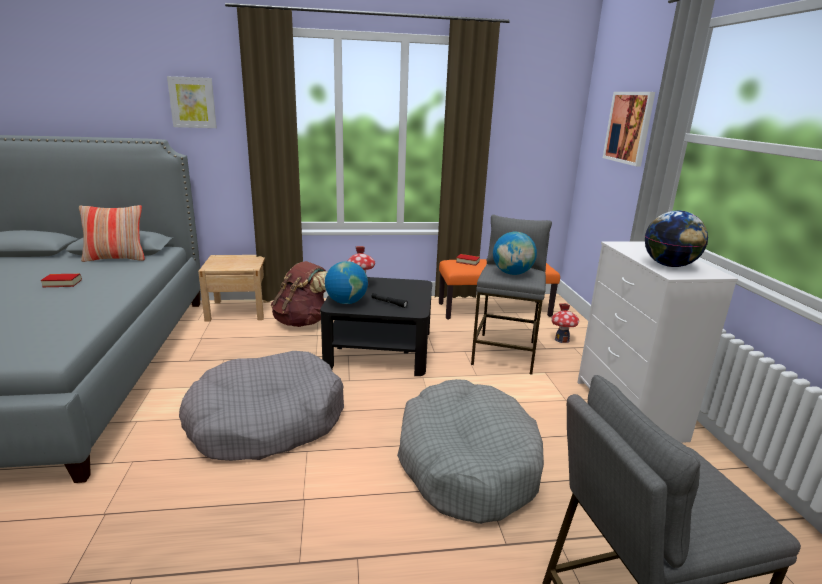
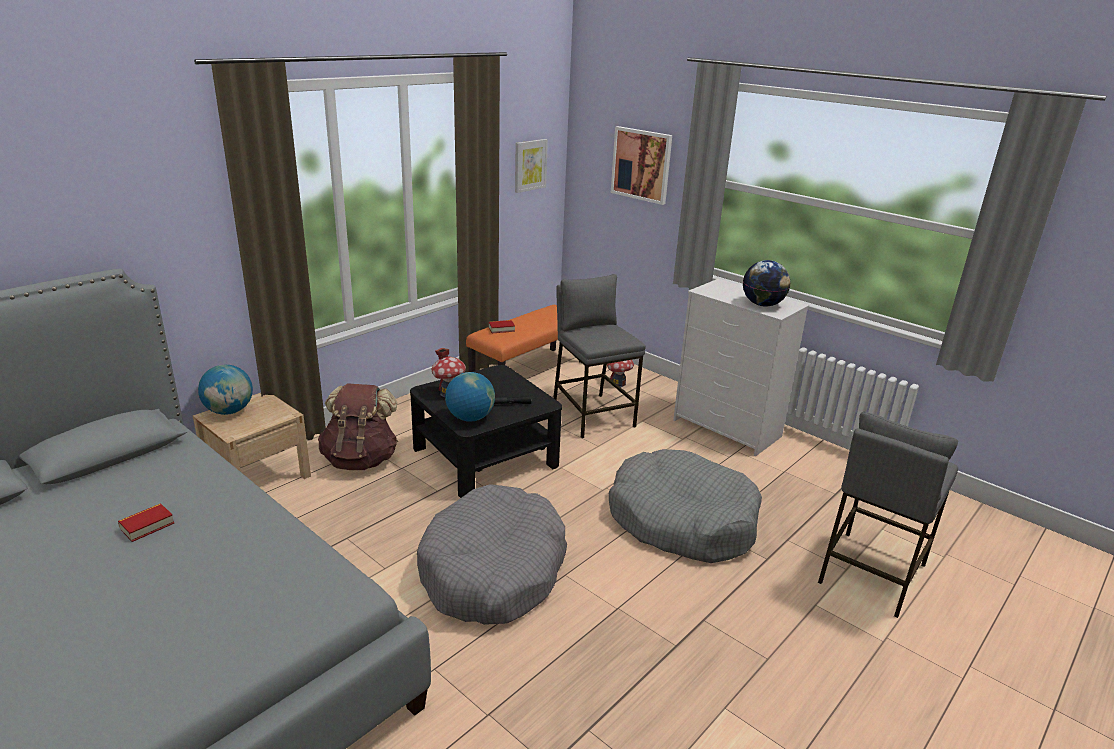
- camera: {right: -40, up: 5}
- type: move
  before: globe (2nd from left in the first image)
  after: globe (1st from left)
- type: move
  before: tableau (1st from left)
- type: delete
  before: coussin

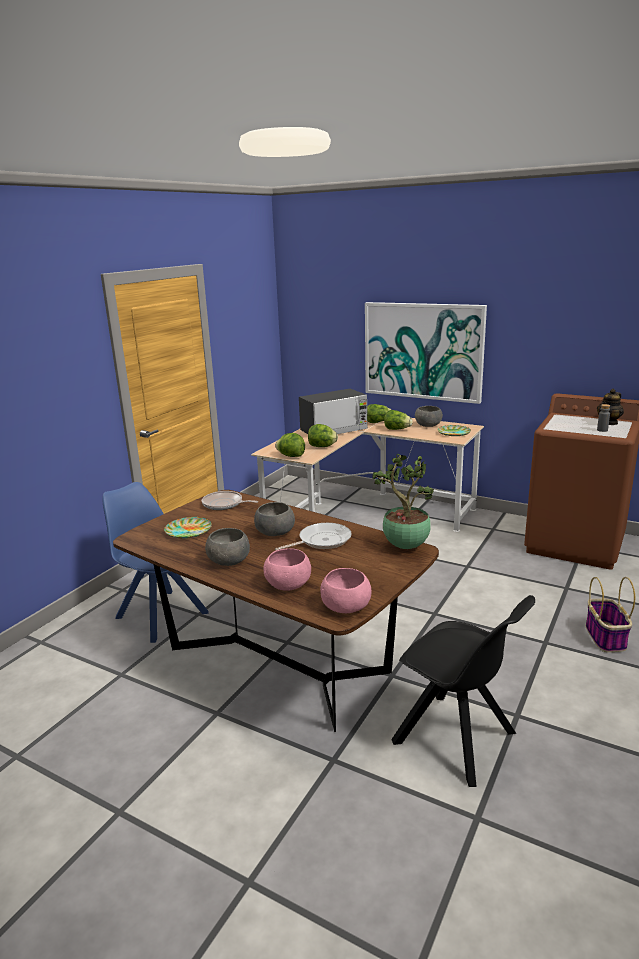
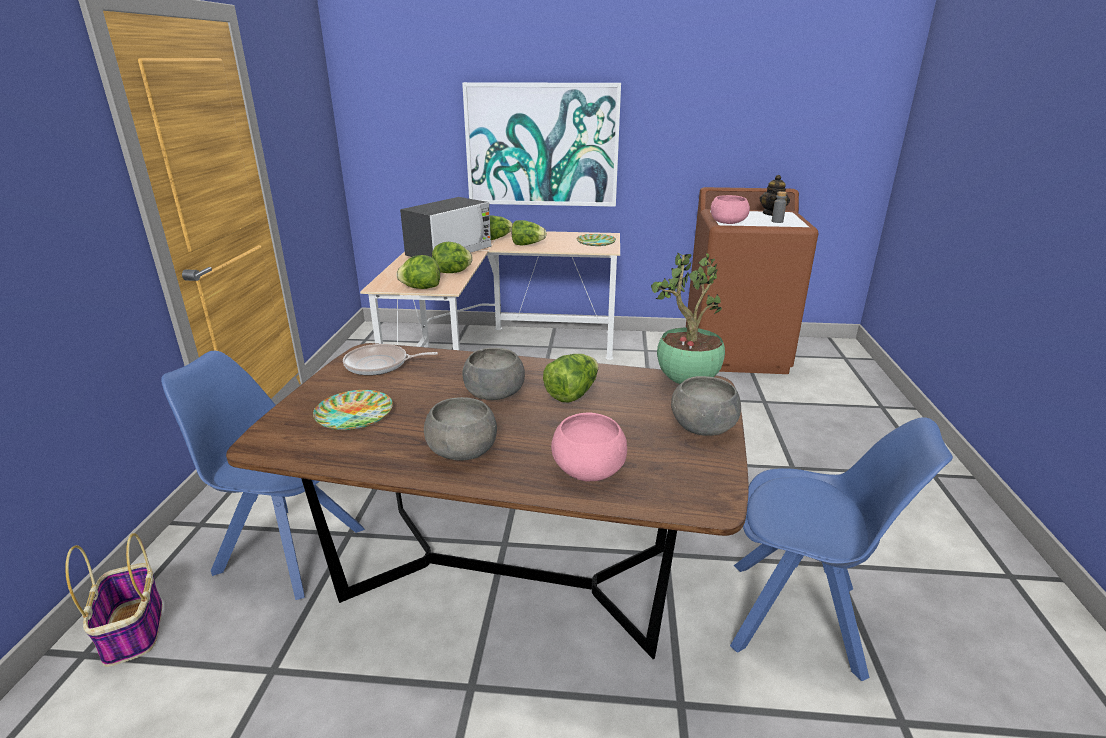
- camera: {right: -25, up: 5}
- type: move
  before: panier
- type: replace
  before: poêle (2nd from left)
  after: laitue (5th from left)
- type: move
  before: bol [gris] (3rd from left)
- type: move
  before: bol [rose] (2nd from left)
- type: recolor
  before: chaise [noir]
  after: chaise [bleu] (2nd from left)

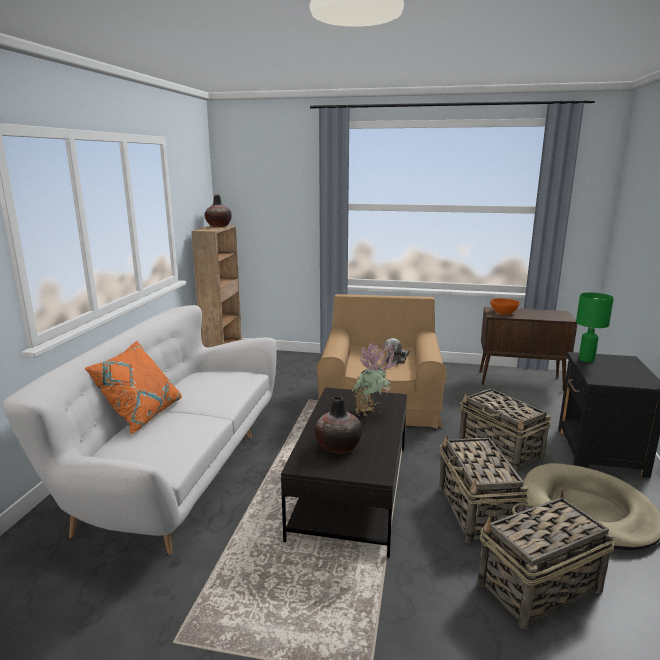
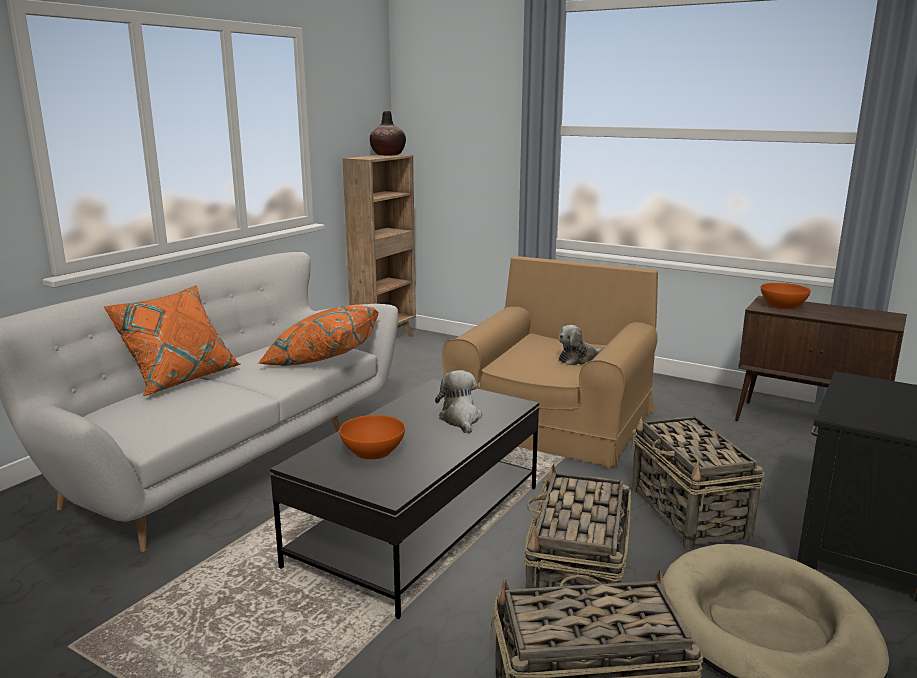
- camera: {right: 20, up: 0}
- type: insert
  after: coussin [orange] (2nd from left)
- type: replace
  before: vase (2nd from left)
  after: bol [orange] (1st from left)
- type: replace
  before: plante en pot
  after: peluche (1st from left)
- type: delete
  before: lampe de table [vert]

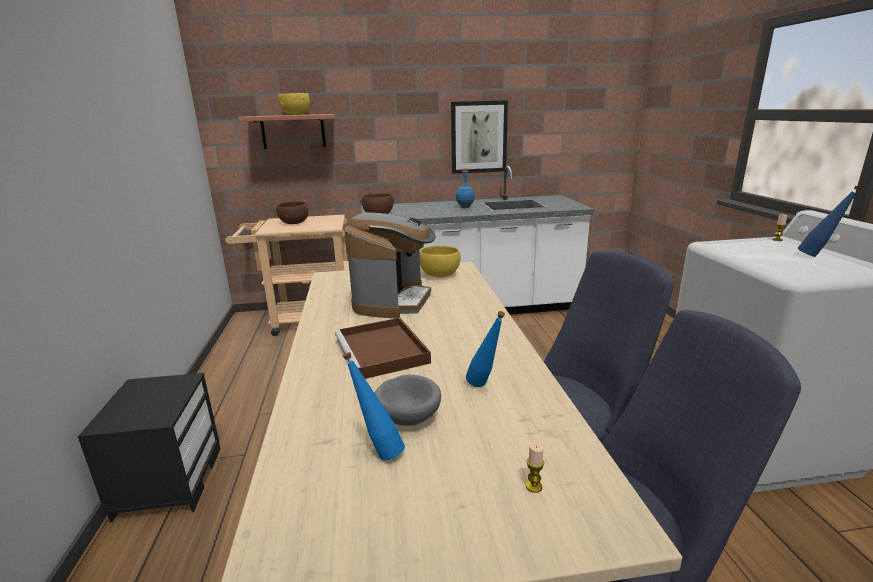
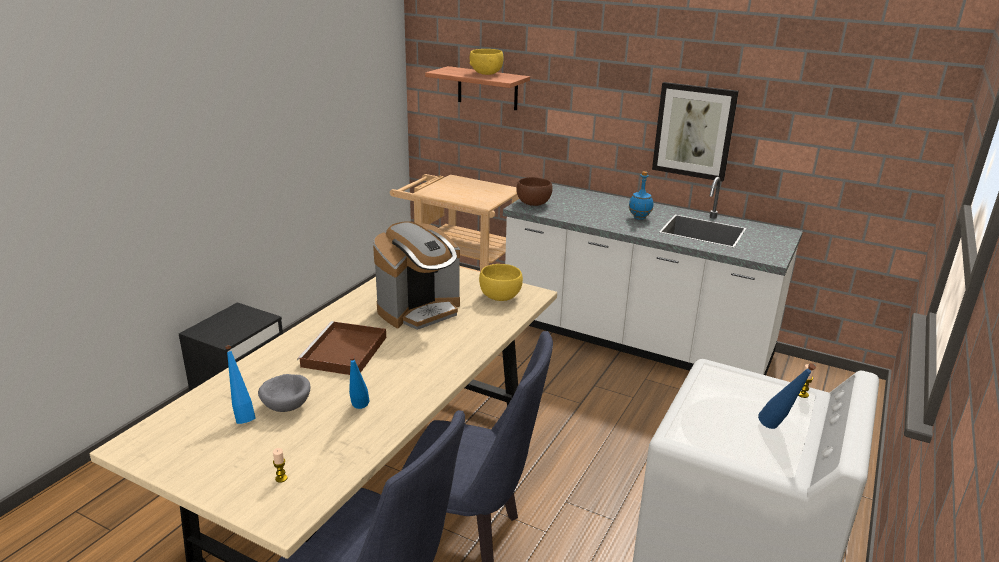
- camera: {right: 35, up: 5}
- type: delete
  before: bol [marron] (1st from left)

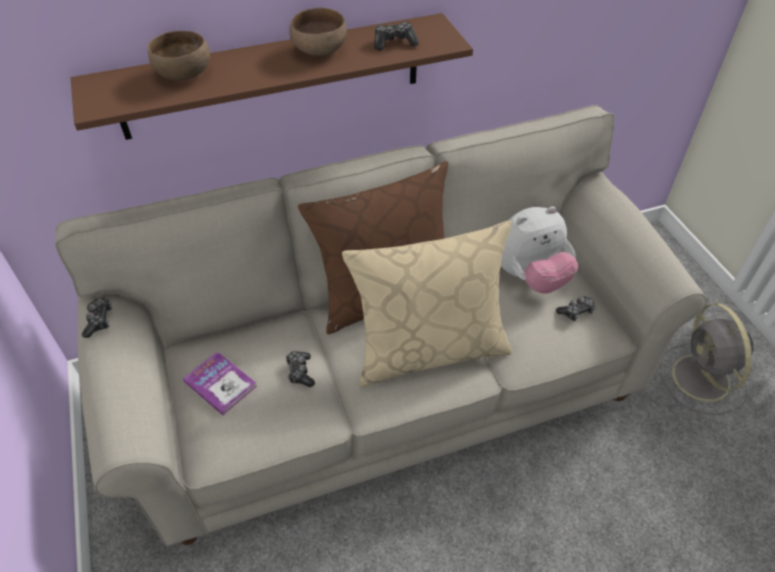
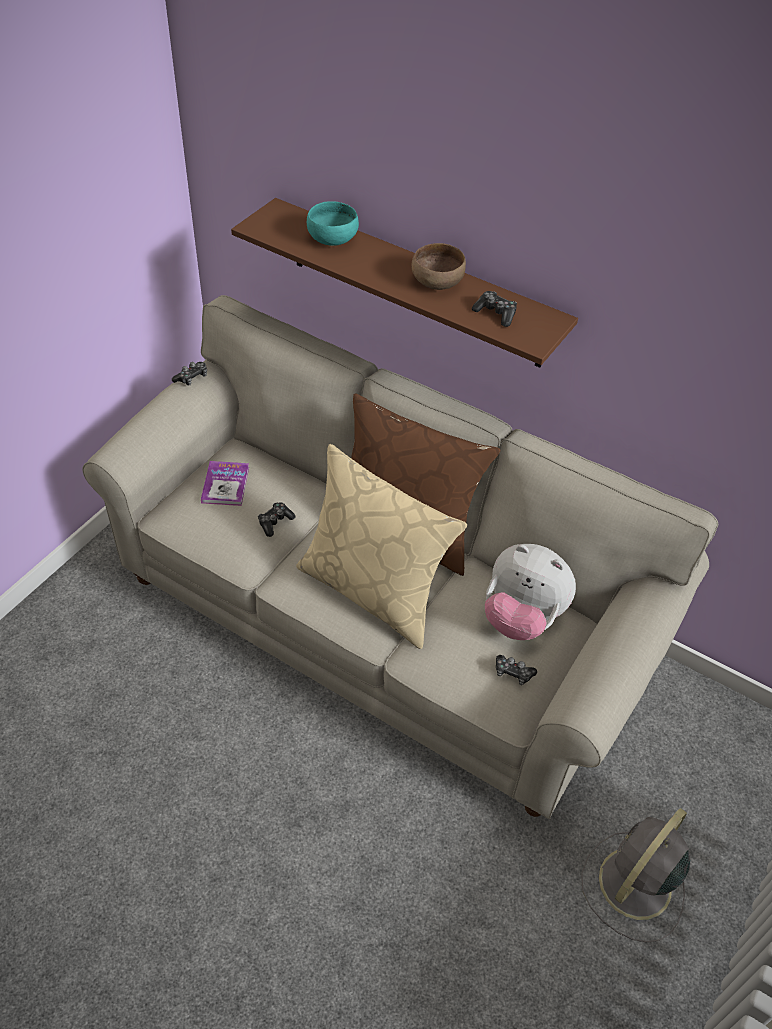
- camera: {right: 50, up: 0}
- type: recolor
  before: bol [marron] (1st from left)
  after: bol [turquoise]

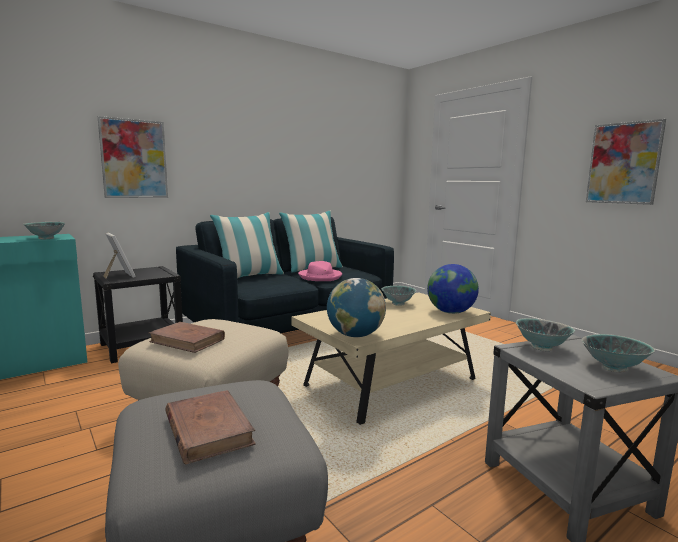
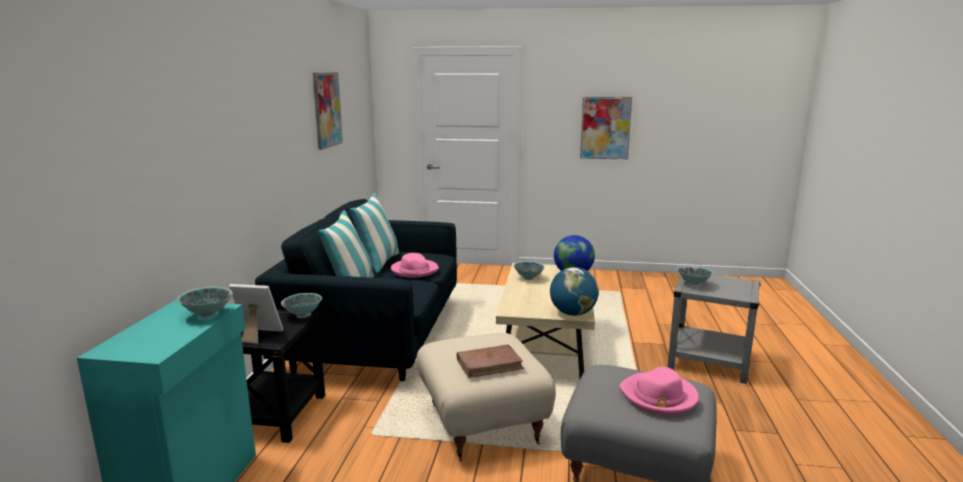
- camera: {right: -45, up: 5}
- type: move
  before: bol (4th from left in the first image)
  after: bol (2nd from left)
- type: move
  before: tableau (1st from left)
- type: replace
  before: livre [marron] (2nd from left)
  after: chapeau [rose] (2nd from left)

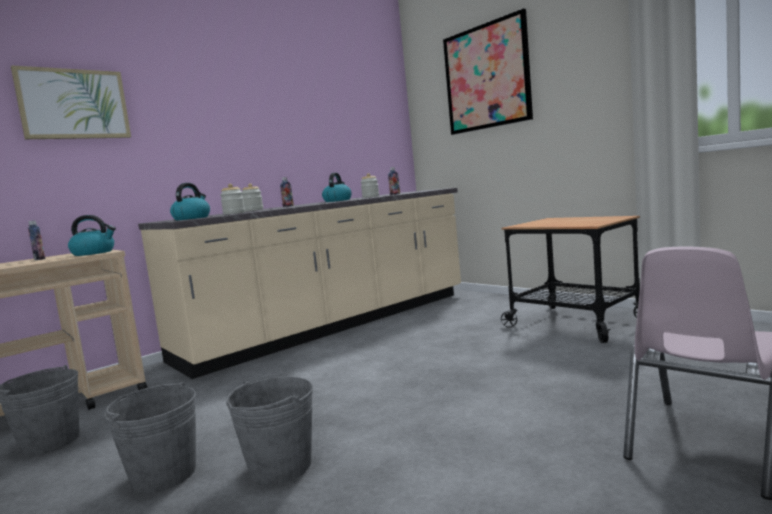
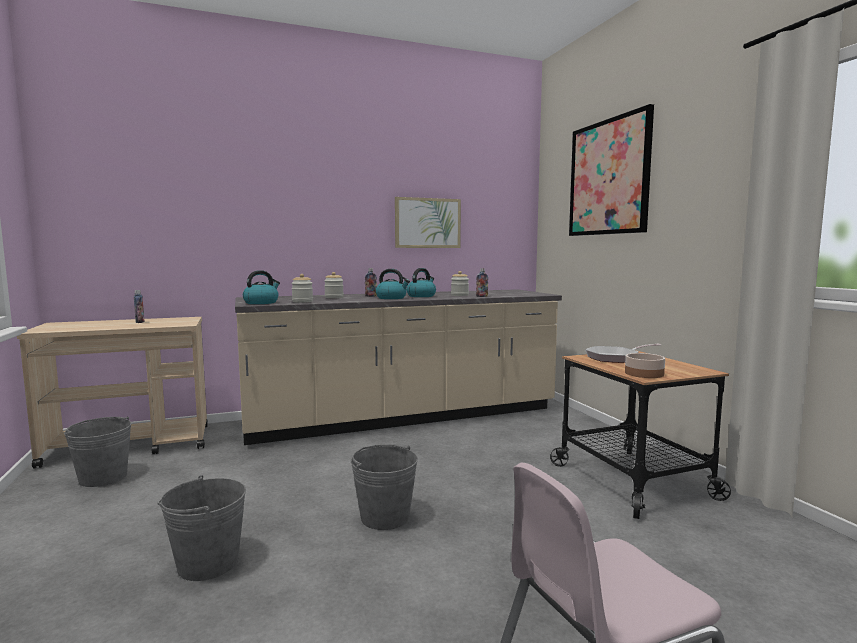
- camera: {right: 20, up: 0}
- type: move
  before: seau [gris] (2nd from left in the first image)
  after: seau [gris] (3rd from left)
- type: move
  before: bouilloire (1st from left in the first image)
  after: bouilloire (2nd from left)
- type: move
  before: tableau (1st from left)
- type: insert
  after: poêle
- type: insert
  after: bol

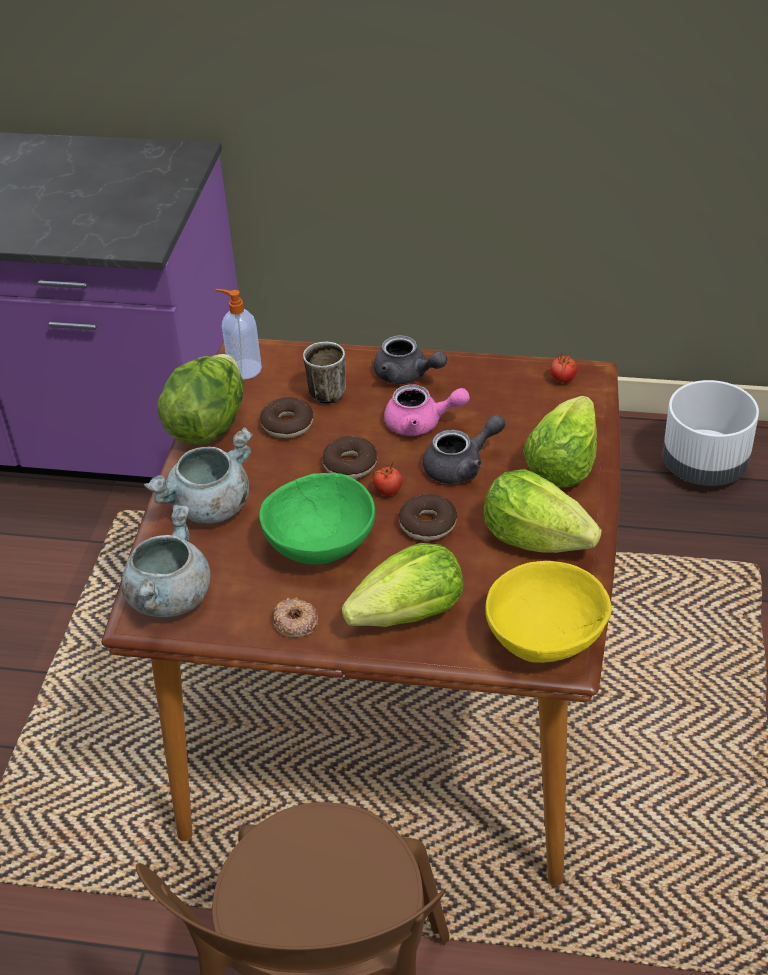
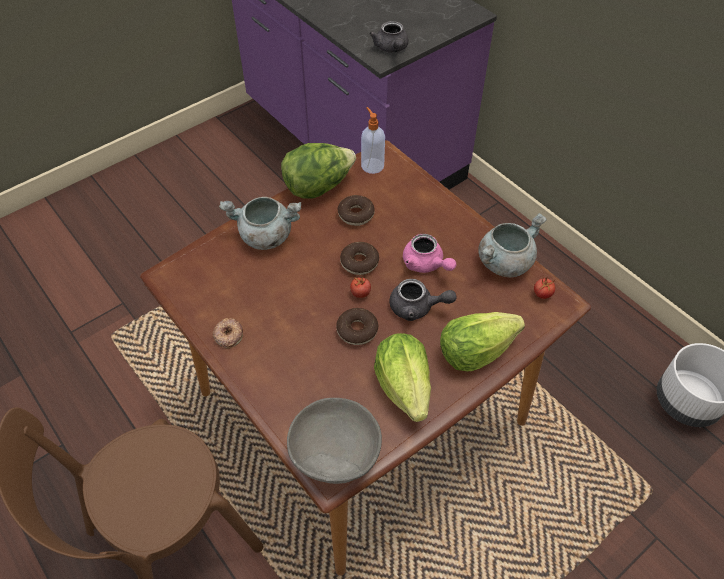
- camera: {right: 40, up: 10}
- type: recolor
  before: bol [jaune]
  after: bol [gris]
- type: move
  before: théière [gris] (1st from left)
- type: move
  before: marmite [gris] (1st from left in the first image)
  after: marmite [gris] (2nd from left)
- type: delete
  before: bol [vert]
- type: delete
  before: mug
- type: delete
  before: laitue (2nd from left)

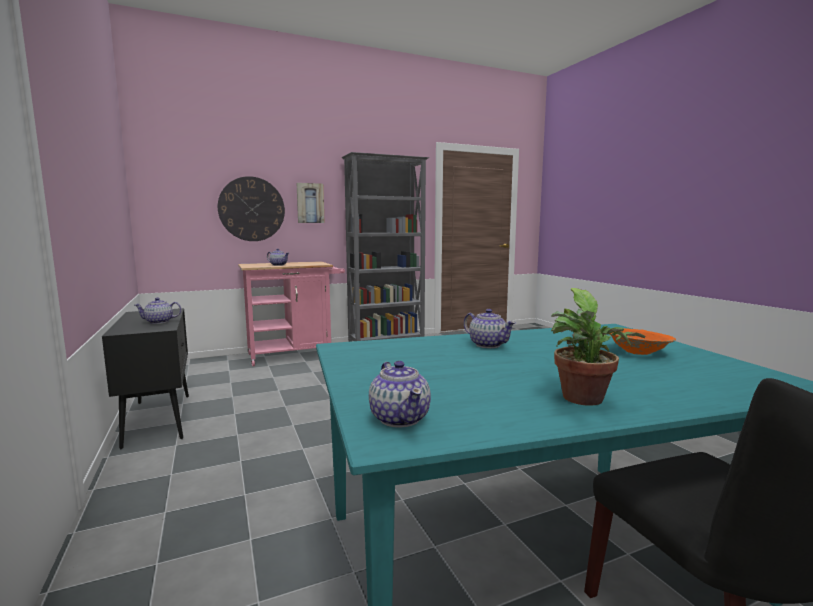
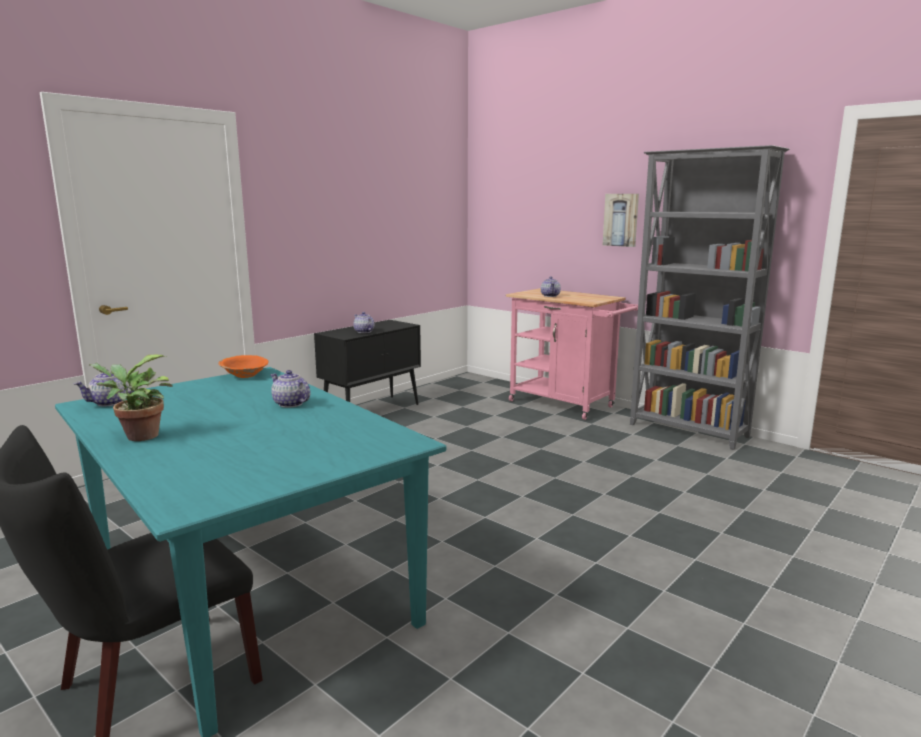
- camera: {right: 65, up: 5}
- type: move
  before: bol [orange]
- type: rotate
  before: théière (4th from left in the first image)
  turn: 105
- type: delete
  before: horloge murale

